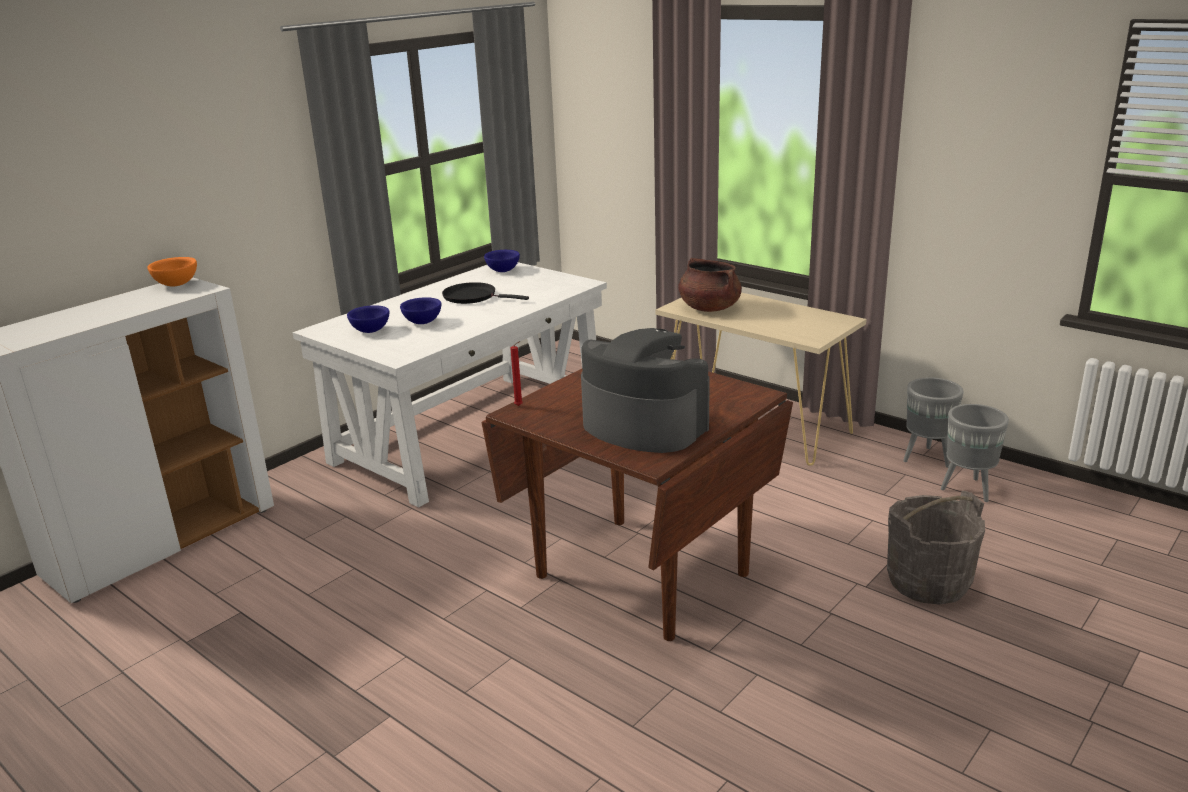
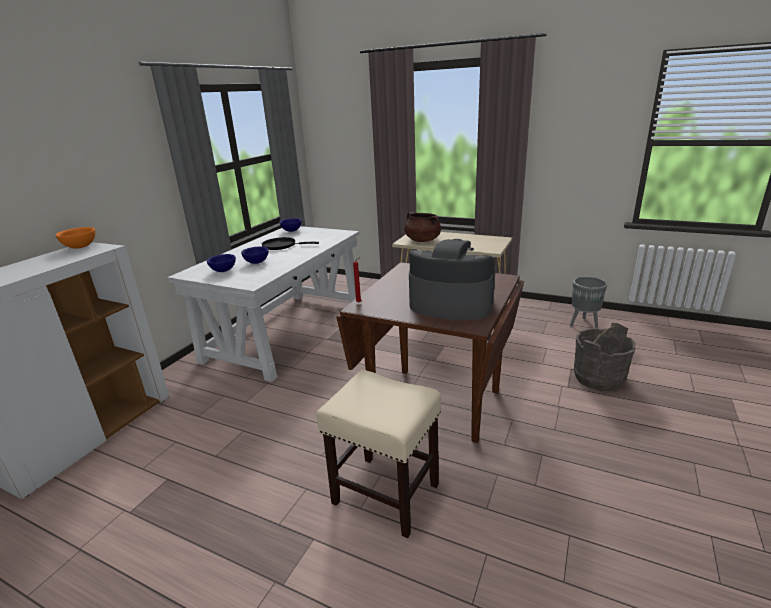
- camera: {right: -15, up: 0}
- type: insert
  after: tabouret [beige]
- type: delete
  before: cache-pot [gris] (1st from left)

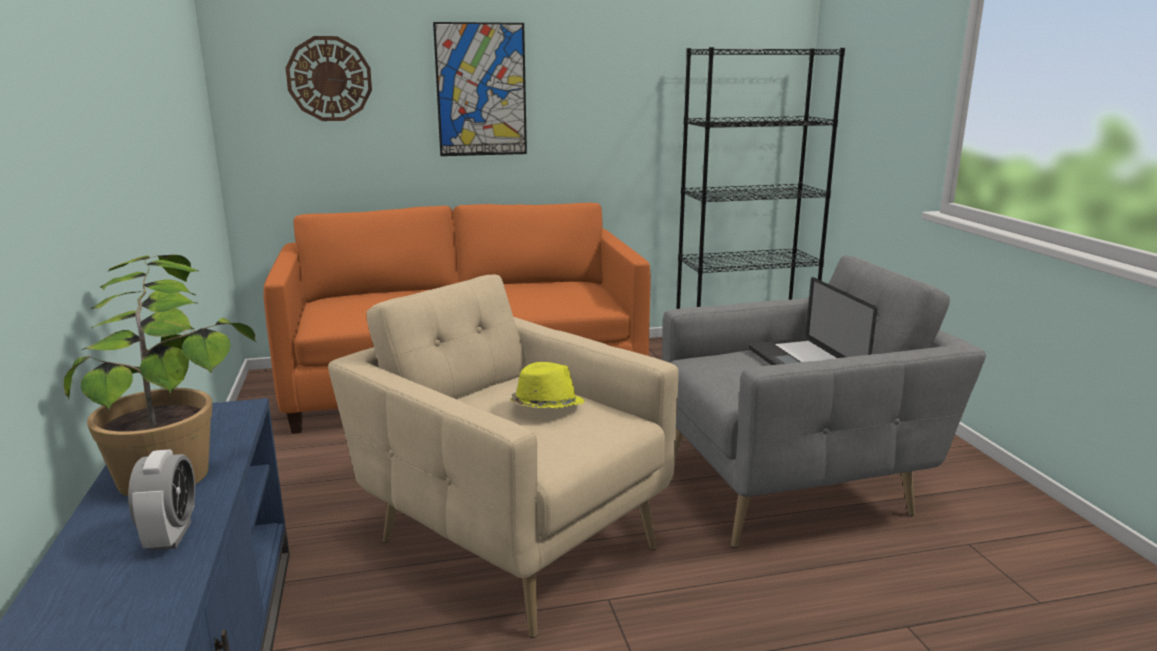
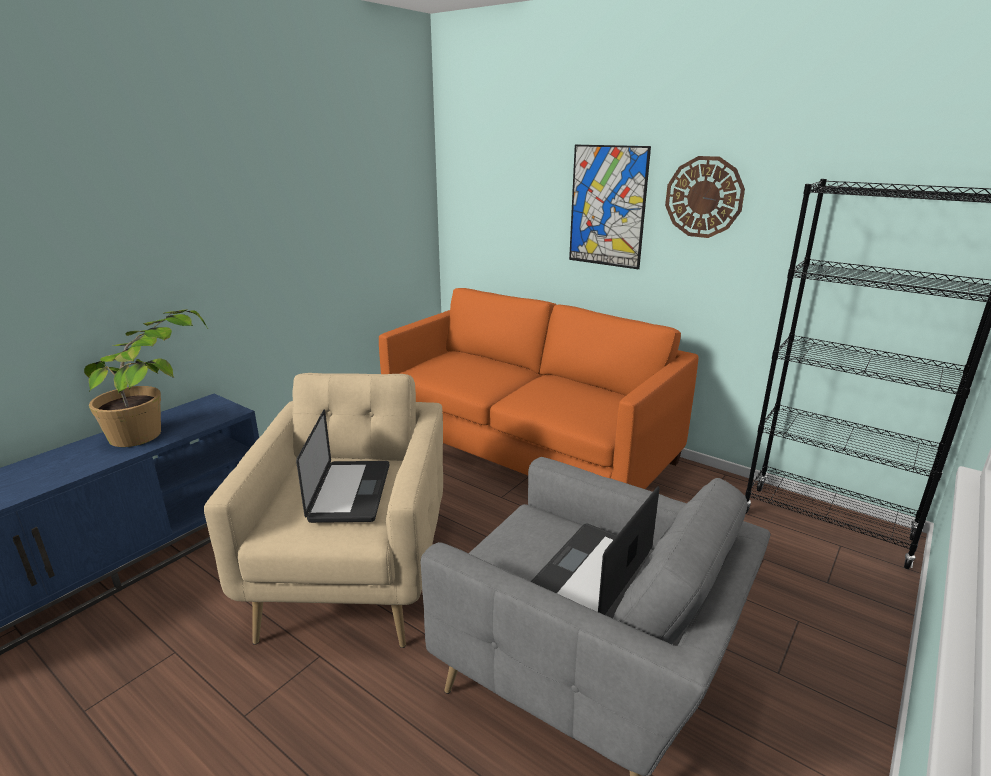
- camera: {right: 50, up: 5}
- type: replace
  before: chapeau [jaune]
  after: ordinateur portable (1st from left)
- type: move
  before: horloge murale
- type: delete
  before: réveil

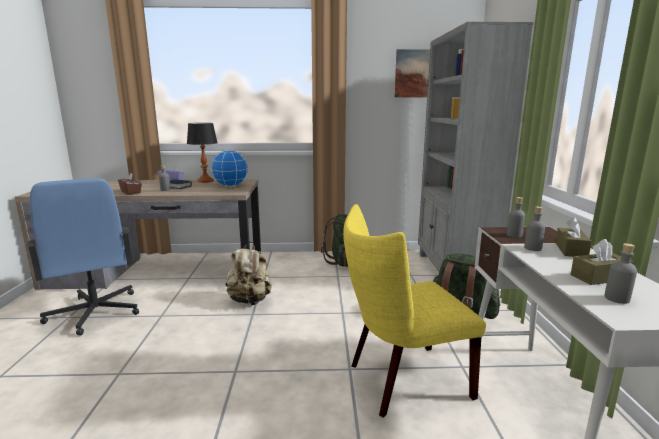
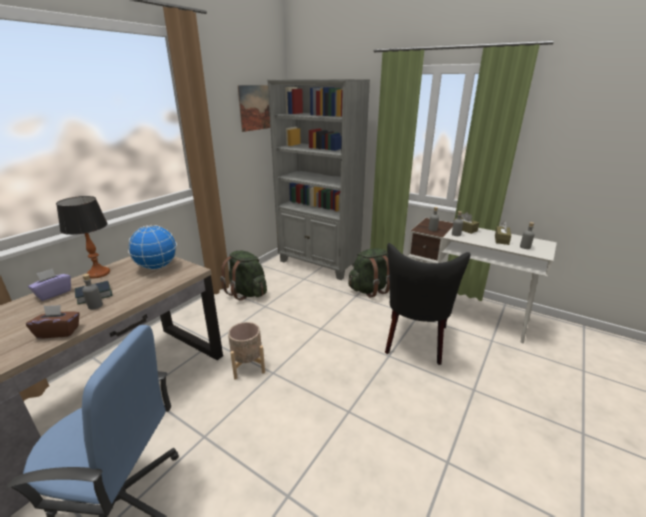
- camera: {right: -55, up: 10}
- type: replace
  before: sac à dos [beige]
  after: cache-pot [beige]
- type: recolor
  before: chaise [jaune]
  after: chaise [noir]

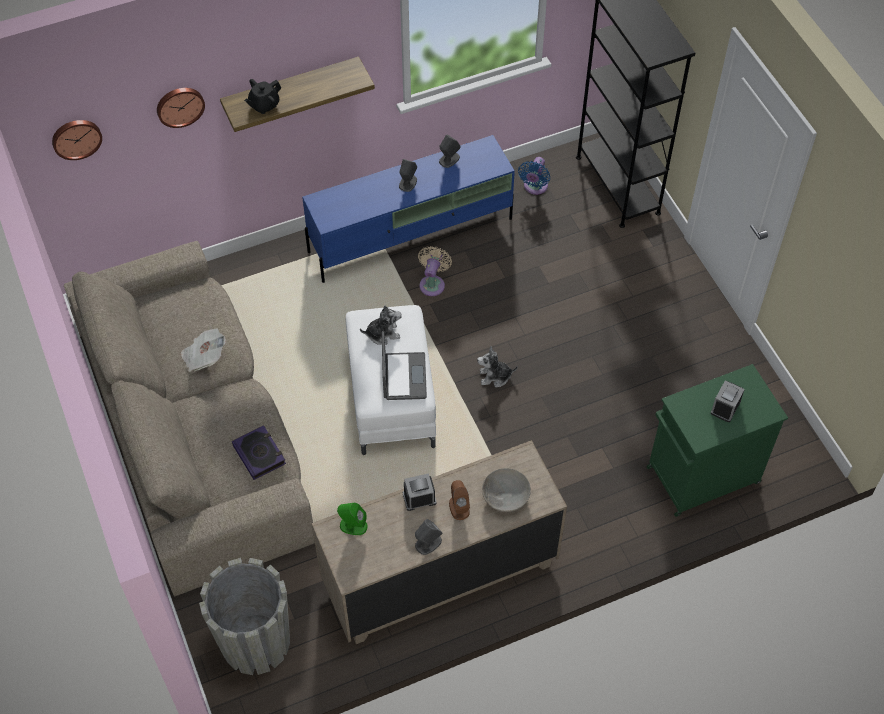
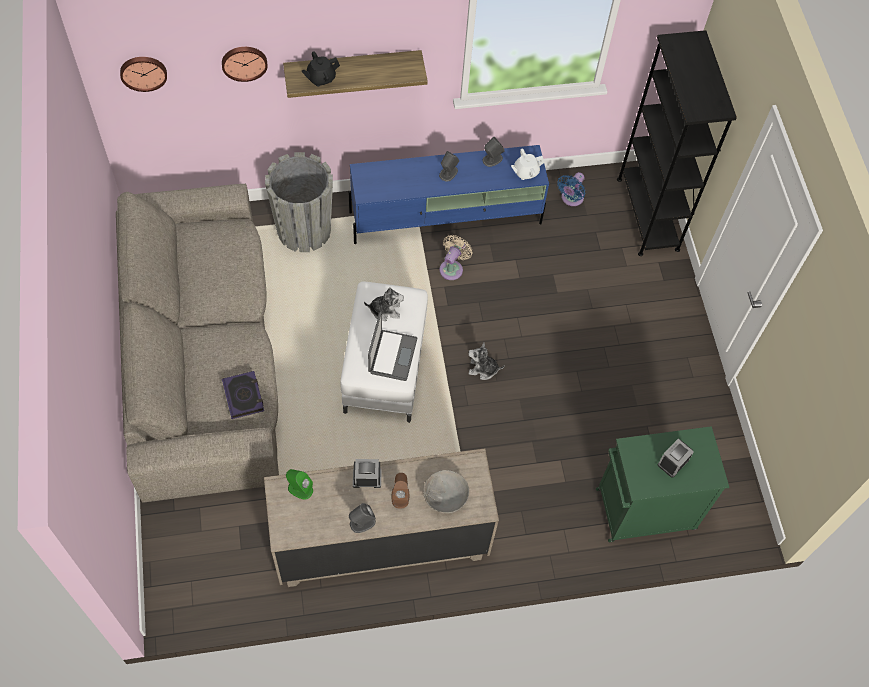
- camera: {right: 10, up: 5}
- type: move
  before: cache-pot [gris]
- type: insert
  after: théière [blanc]
- type: delete
  before: journal

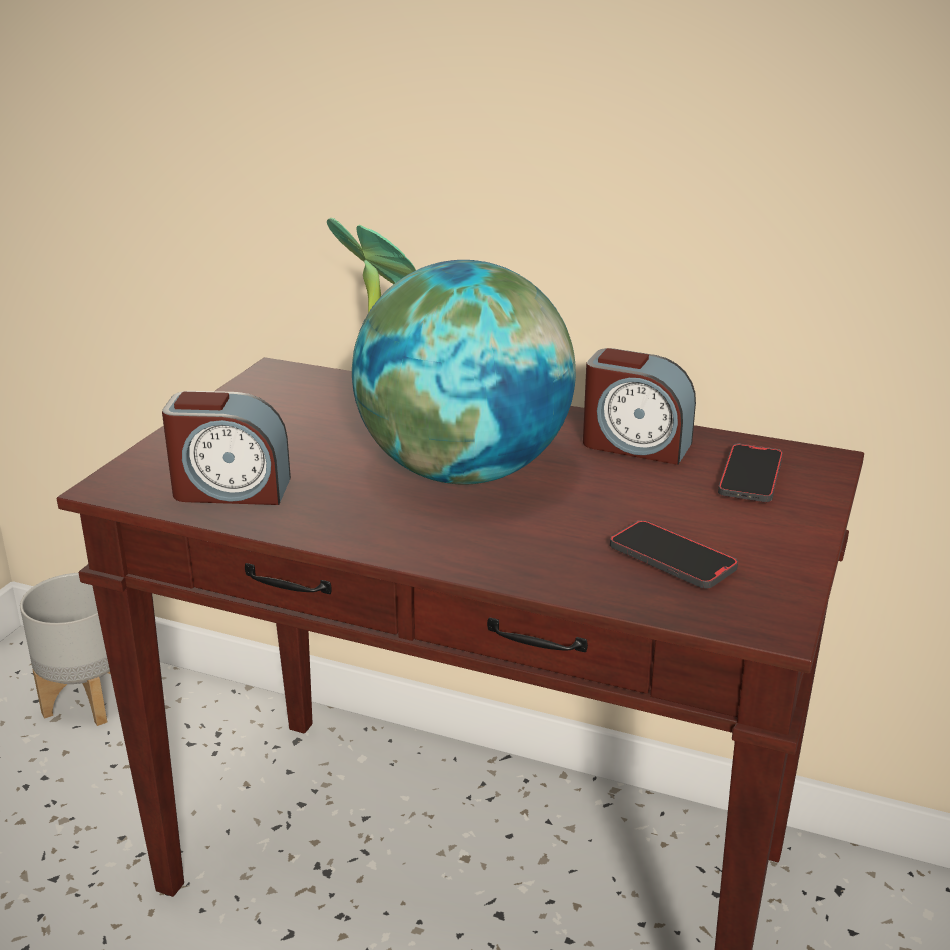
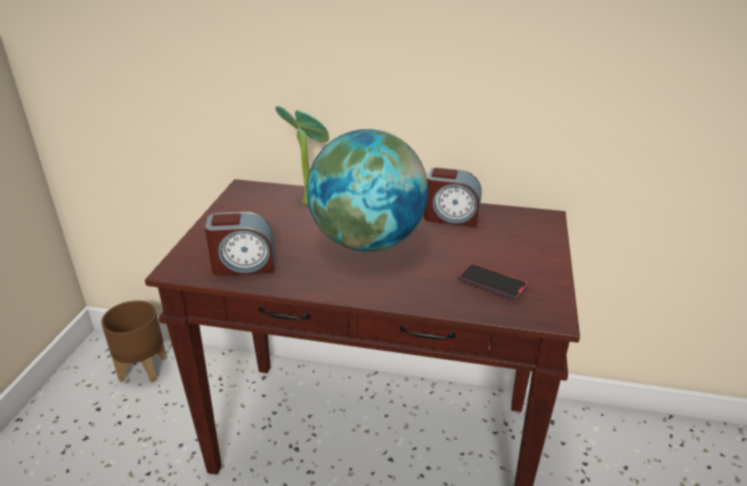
- camera: {right: -10, up: 5}
- type: recolor
  before: cache-pot [gris]
  after: cache-pot [marron]
- type: delete
  before: téléphone (2nd from left)

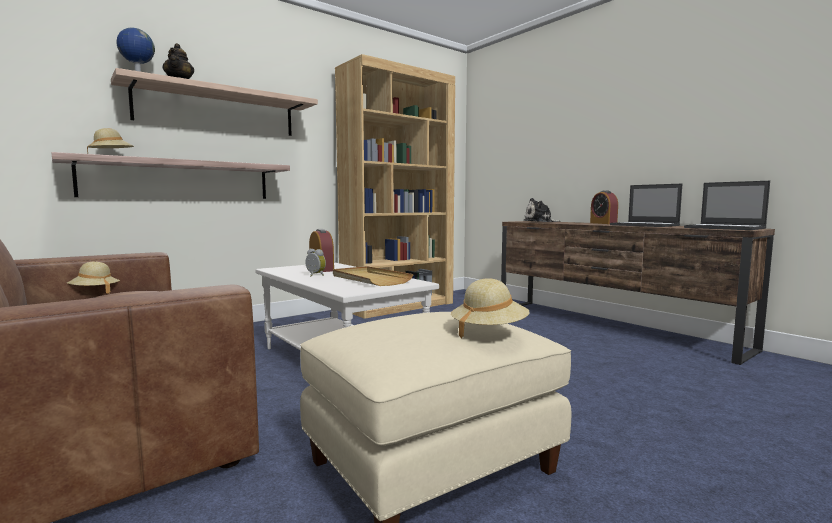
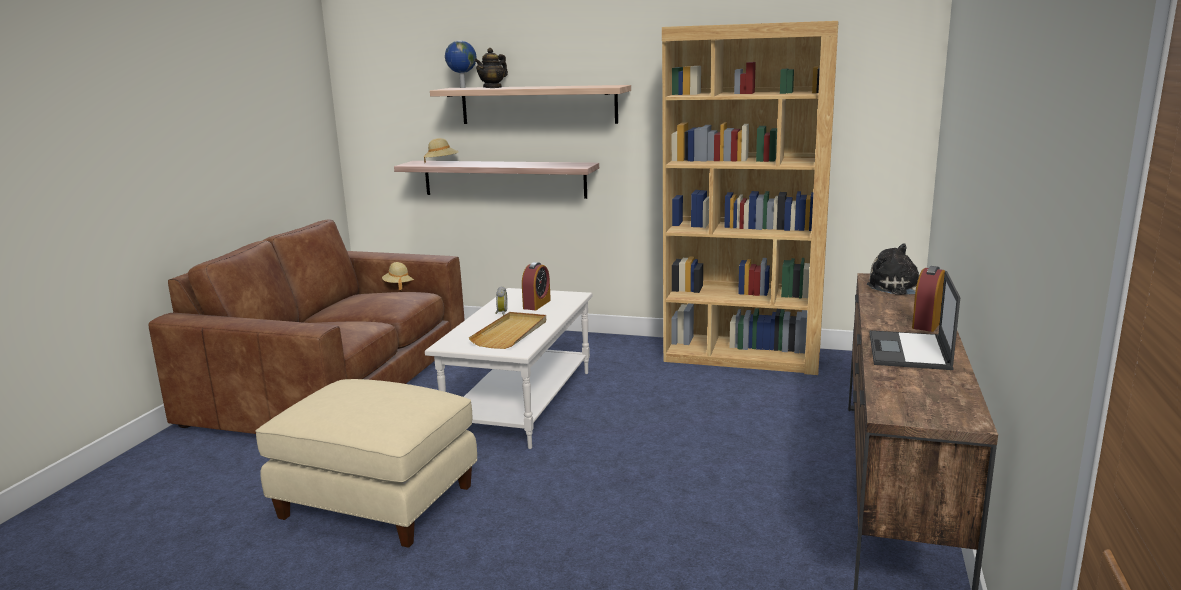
- camera: {right: 55, up: 10}
- type: delete
  before: chapeau [beige] (3rd from left)
- type: delete
  before: ordinateur portable (2nd from left)

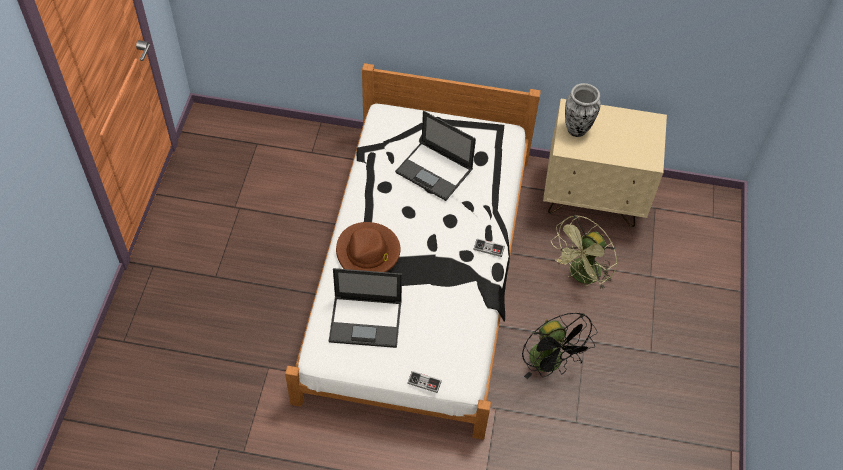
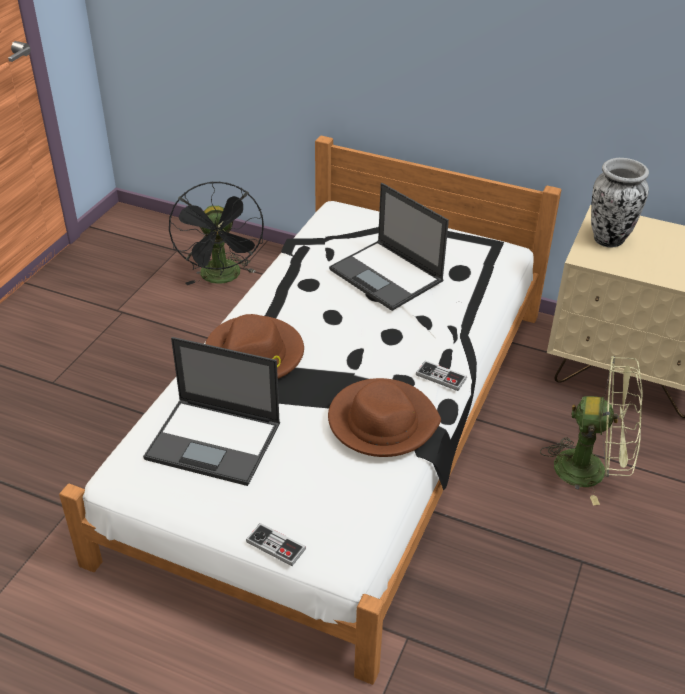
- camera: {right: 15, up: -15}
- type: move
  before: ventilateur [noir]
- type: insert
  after: chapeau [marron] (2nd from left)
- type: rotate
  before: ventilateur [vert]
  turn: -135

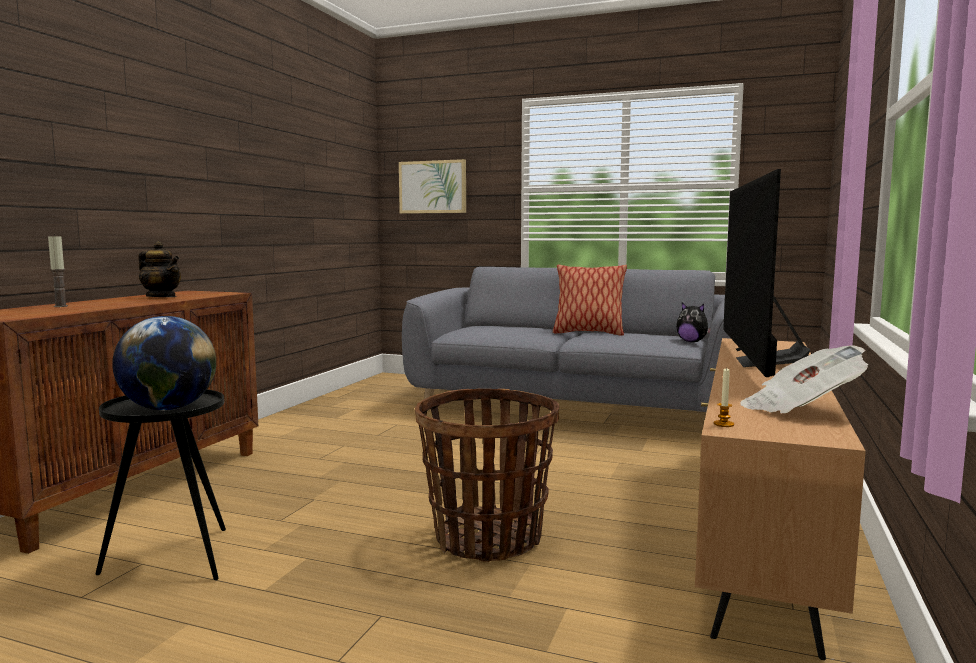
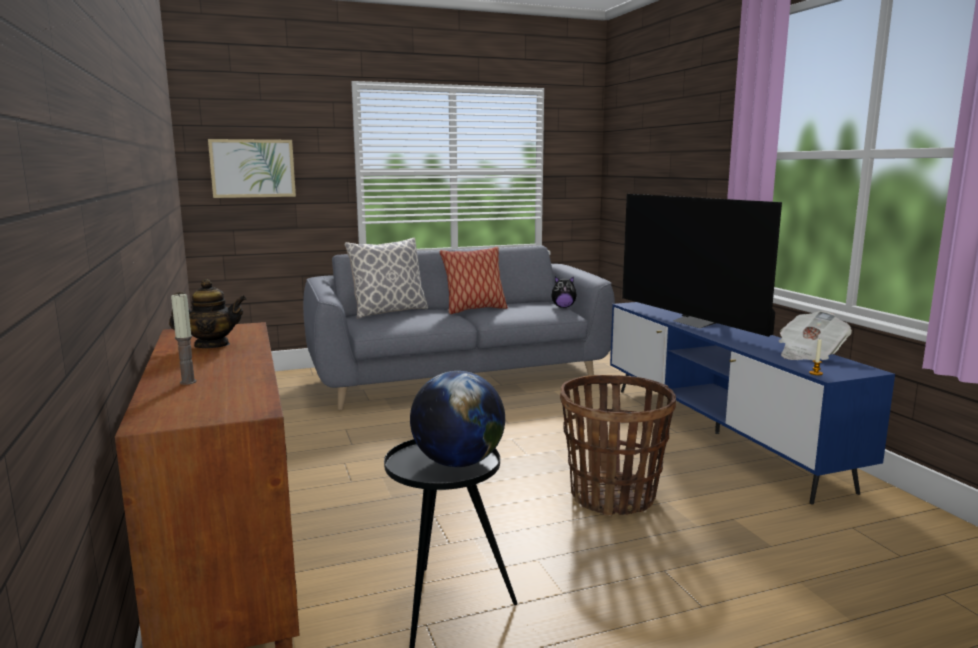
- camera: {right: -40, up: 5}
- type: insert
  after: coussin (1st from left)
- type: recolor
  before: meuble télé [marron]
  after: meuble télé [bleu]

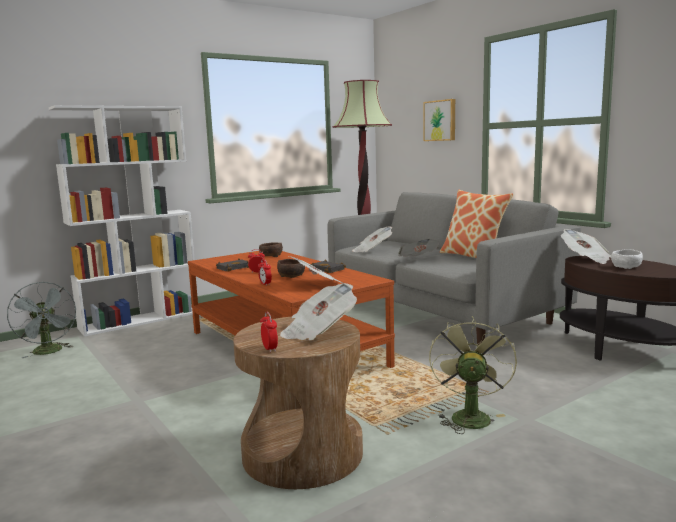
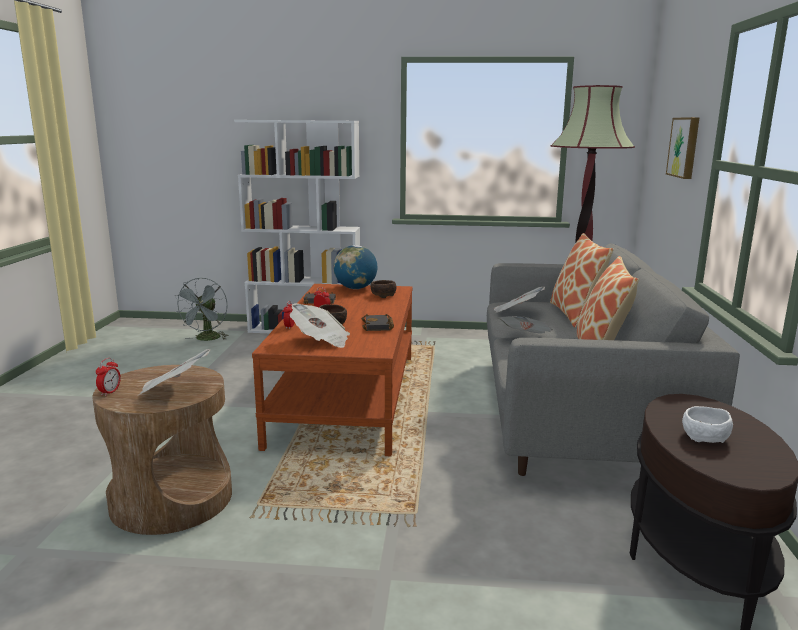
- camera: {right: 40, up: 5}
- type: insert
  after: globe
- type: insert
  after: coussin (1st from left)
- type: delete
  before: ventilateur [vert]
- type: delete
  before: journal (5th from left)

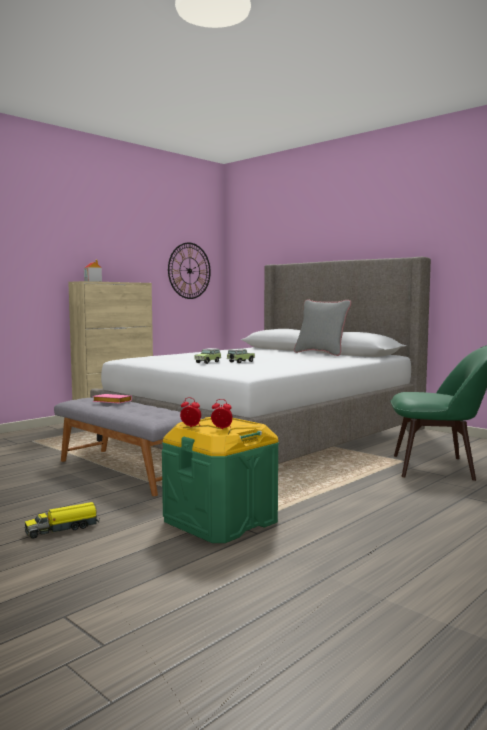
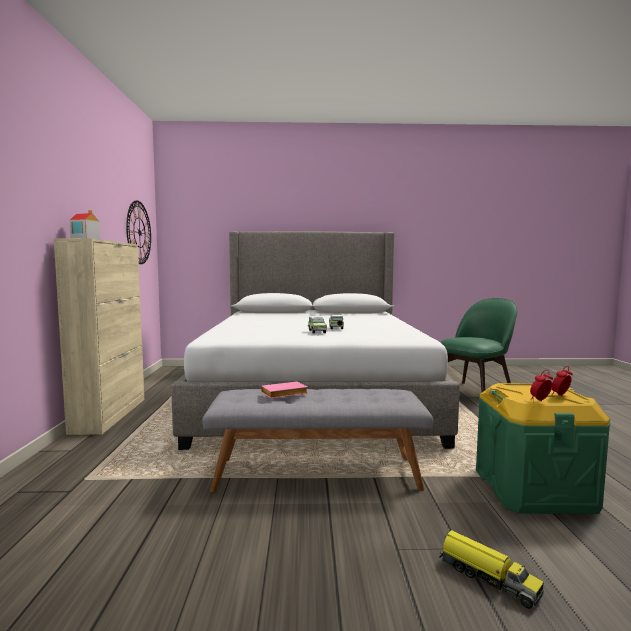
- camera: {right: -45, up: 0}
- type: rotate
  before: camion jouet
  turn: -60
- type: delete
  before: coussin [gris]

